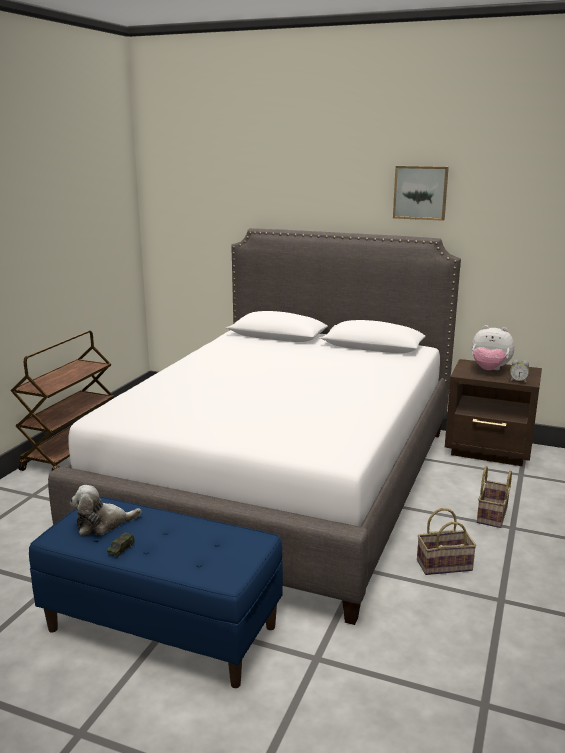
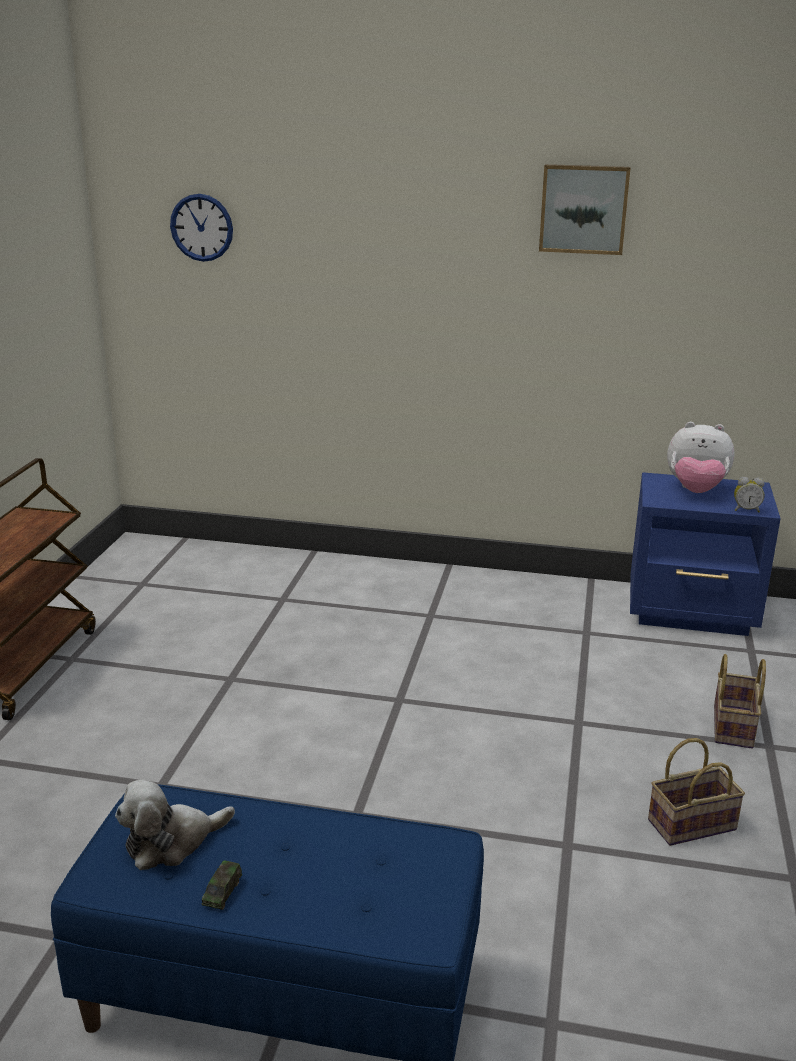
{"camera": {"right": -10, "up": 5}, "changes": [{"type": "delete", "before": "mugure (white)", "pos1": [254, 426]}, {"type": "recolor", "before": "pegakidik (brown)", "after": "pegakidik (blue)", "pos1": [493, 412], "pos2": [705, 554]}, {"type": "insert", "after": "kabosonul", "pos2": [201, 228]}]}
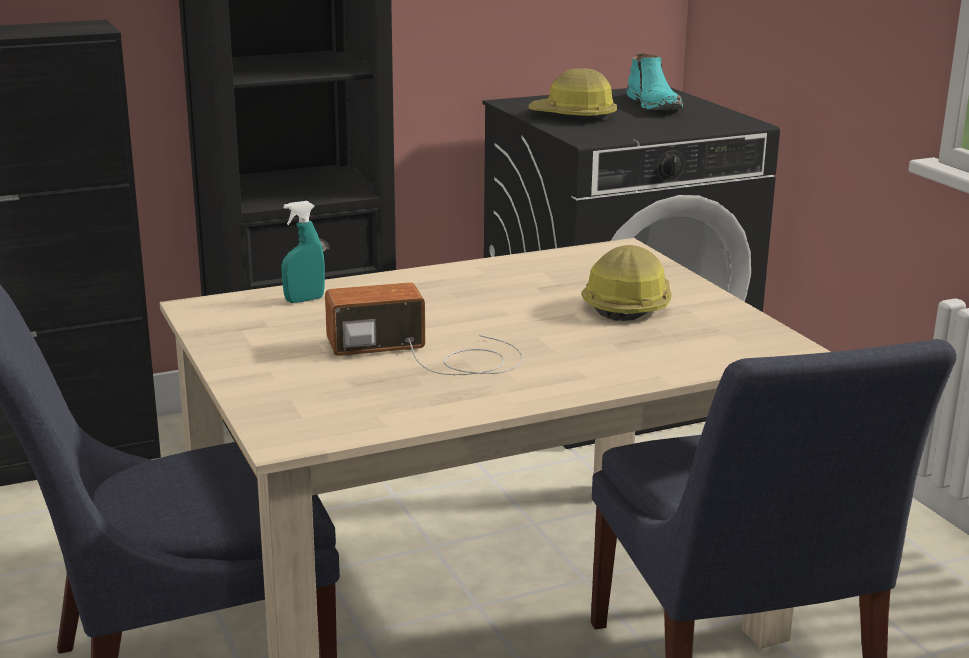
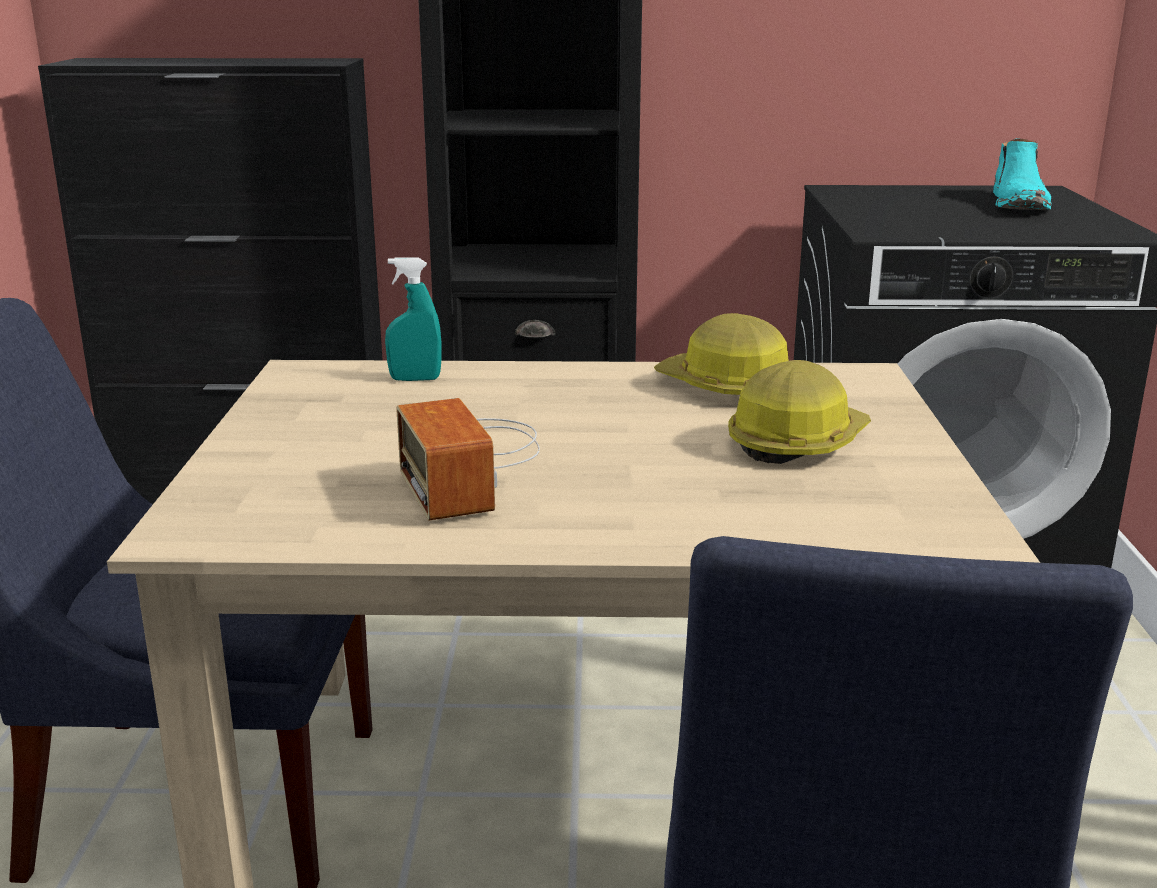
{"camera": {"right": 25, "up": 0}, "changes": [{"type": "rotate", "before": "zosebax", "pos1": [424, 328], "pos2": [468, 459], "turn": -120}, {"type": "move", "before": "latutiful", "pos1": [573, 94], "pos2": [721, 354]}]}
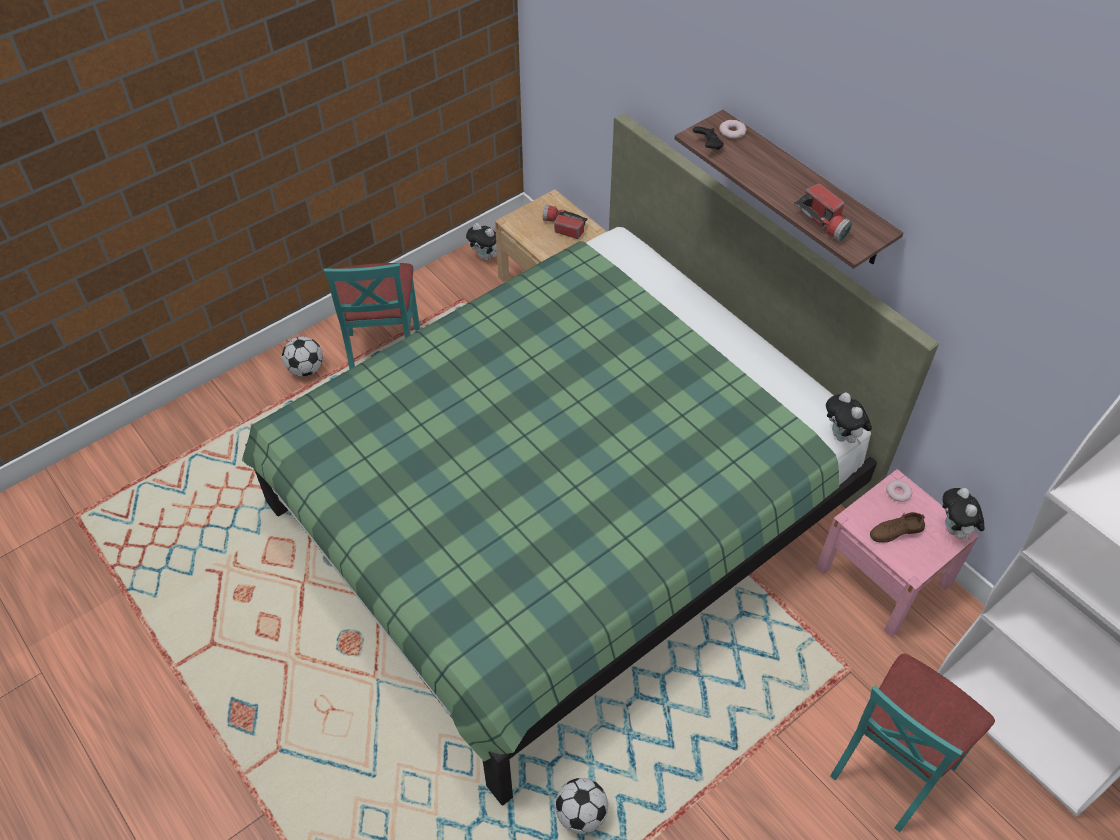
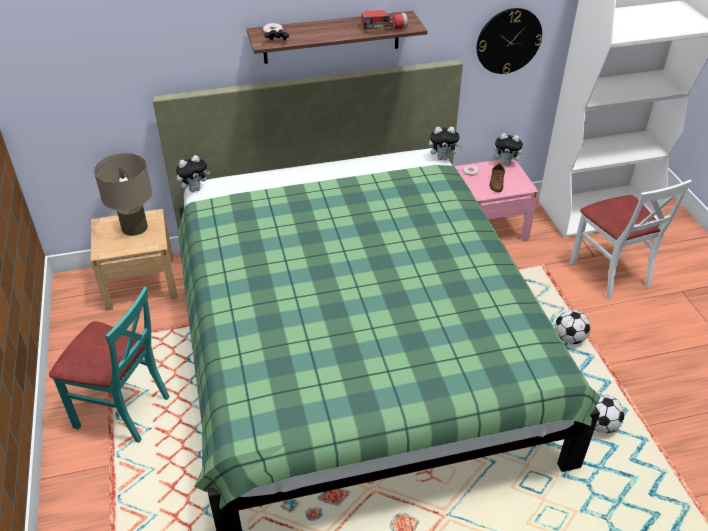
{"camera": {"right": -65, "up": -10}, "changes": [{"type": "move", "before": "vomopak", "pos1": [302, 356], "pos2": [573, 327]}, {"type": "move", "before": "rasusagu", "pos1": [481, 242], "pos2": [193, 173]}, {"type": "replace", "before": "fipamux", "after": "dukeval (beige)", "pos1": [565, 222], "pos2": [123, 194]}, {"type": "recolor", "before": "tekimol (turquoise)", "after": "tekimol (white)", "pos1": [912, 743], "pos2": [631, 239]}, {"type": "insert", "after": "kabosonul", "pos2": [509, 41]}]}
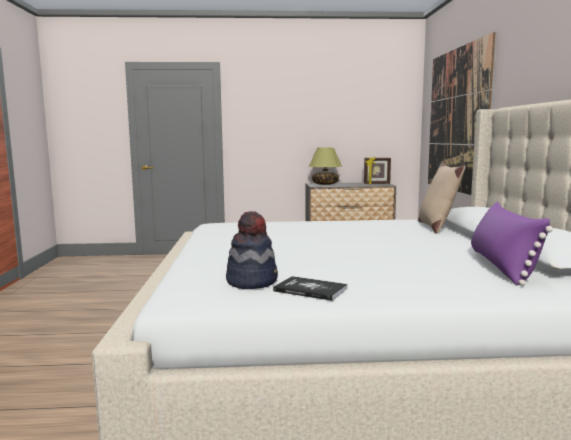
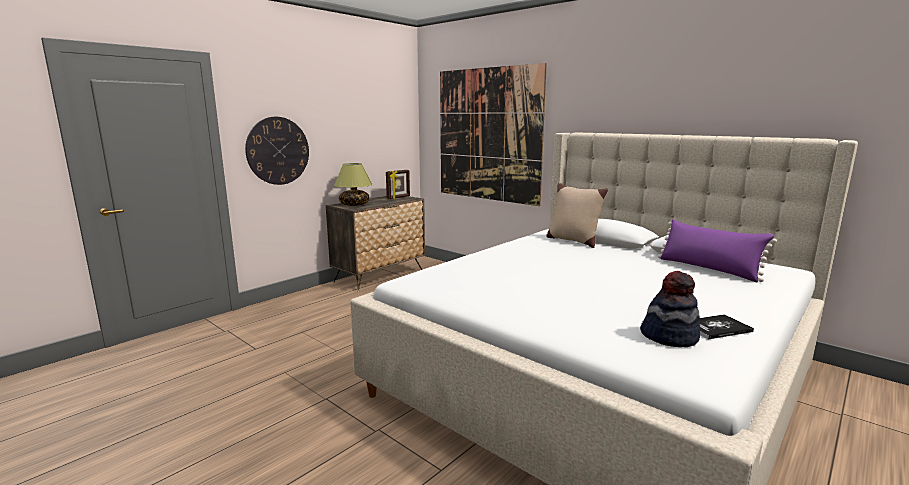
{"camera": {"right": -45, "up": 5}, "changes": [{"type": "insert", "after": "kabosonul", "pos2": [277, 151]}]}
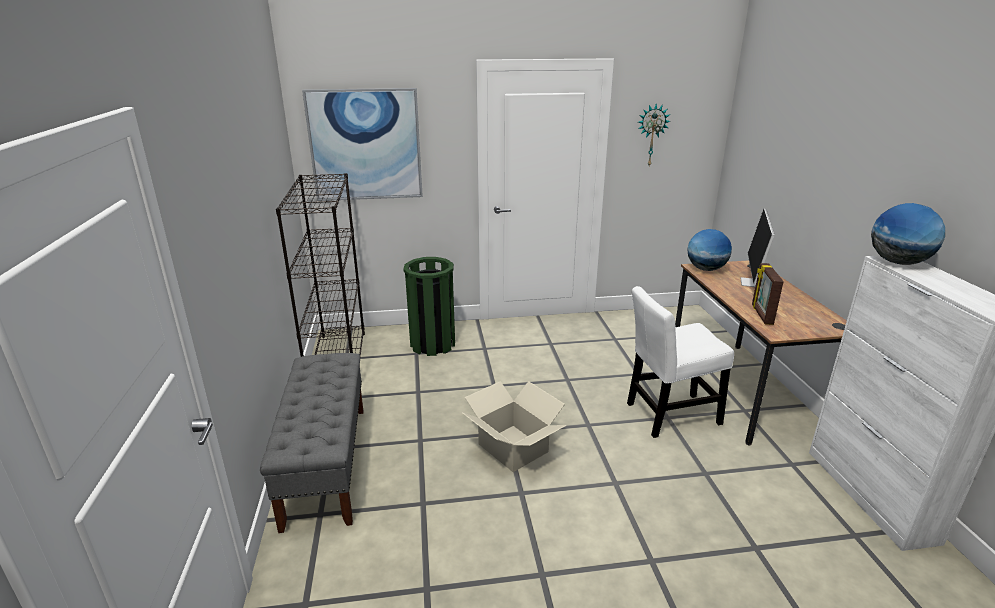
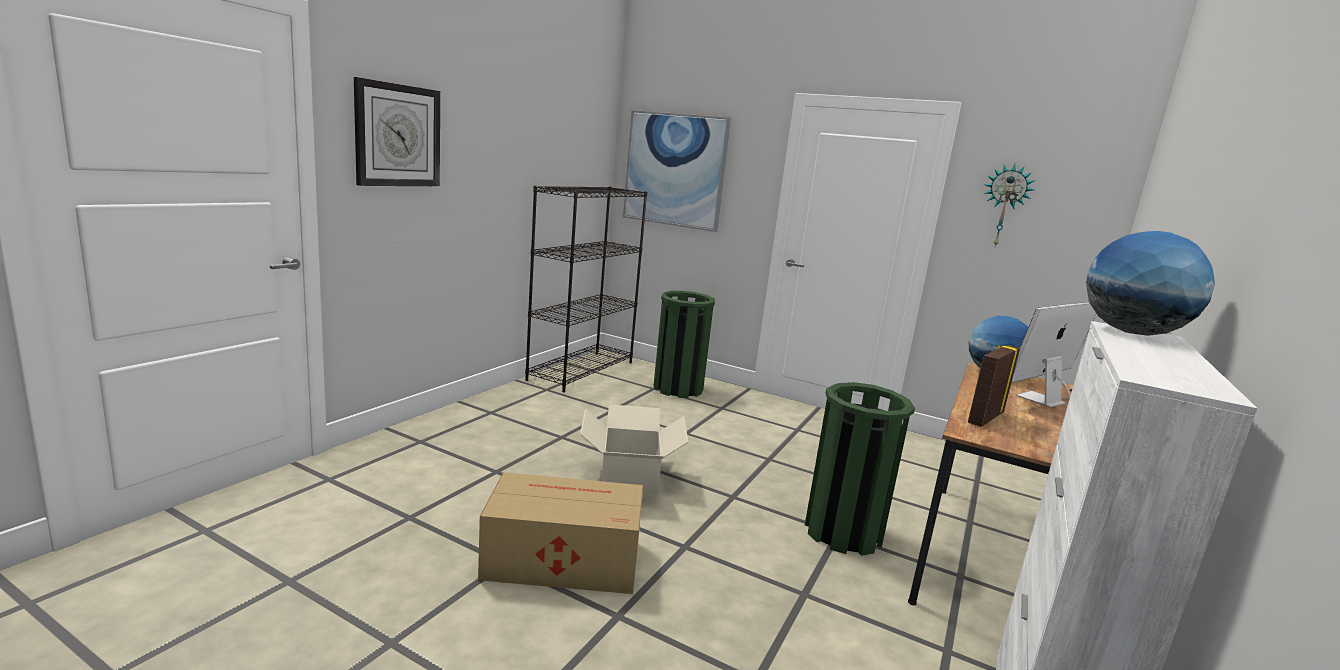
{"camera": {"right": 35, "up": -10}, "changes": [{"type": "delete", "before": "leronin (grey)", "pos1": [312, 443]}, {"type": "replace", "before": "tekimol (white)", "after": "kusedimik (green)", "pos1": [680, 362], "pos2": [860, 469]}, {"type": "insert", "after": "kabosonul", "pos2": [397, 131]}, {"type": "insert", "after": "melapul", "pos2": [560, 533]}]}
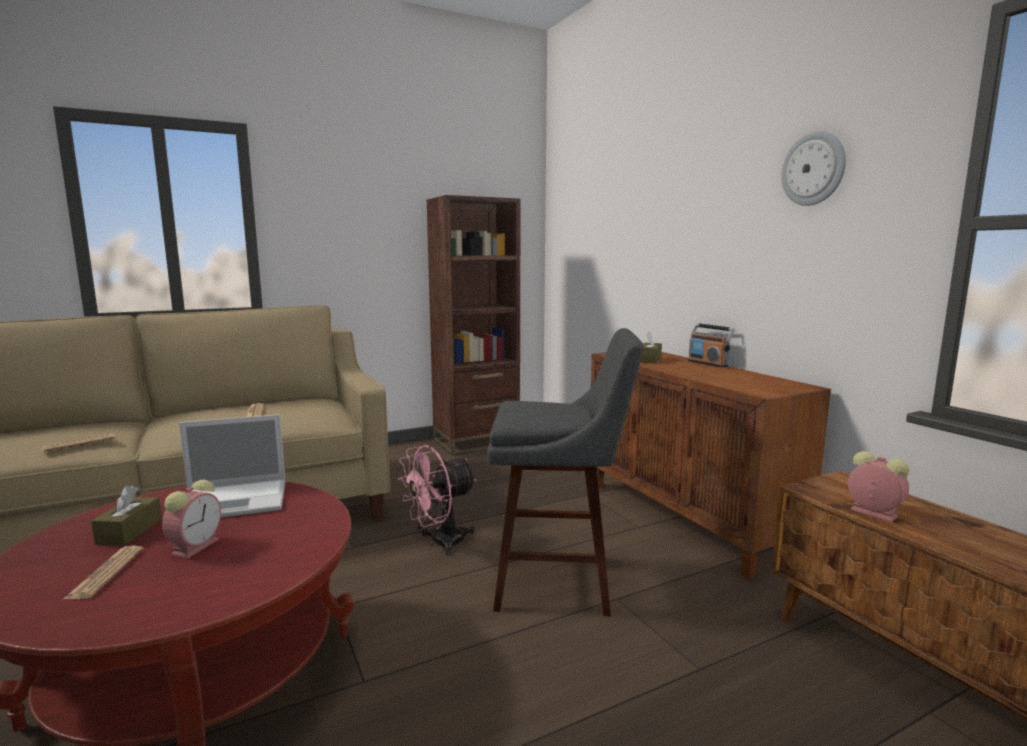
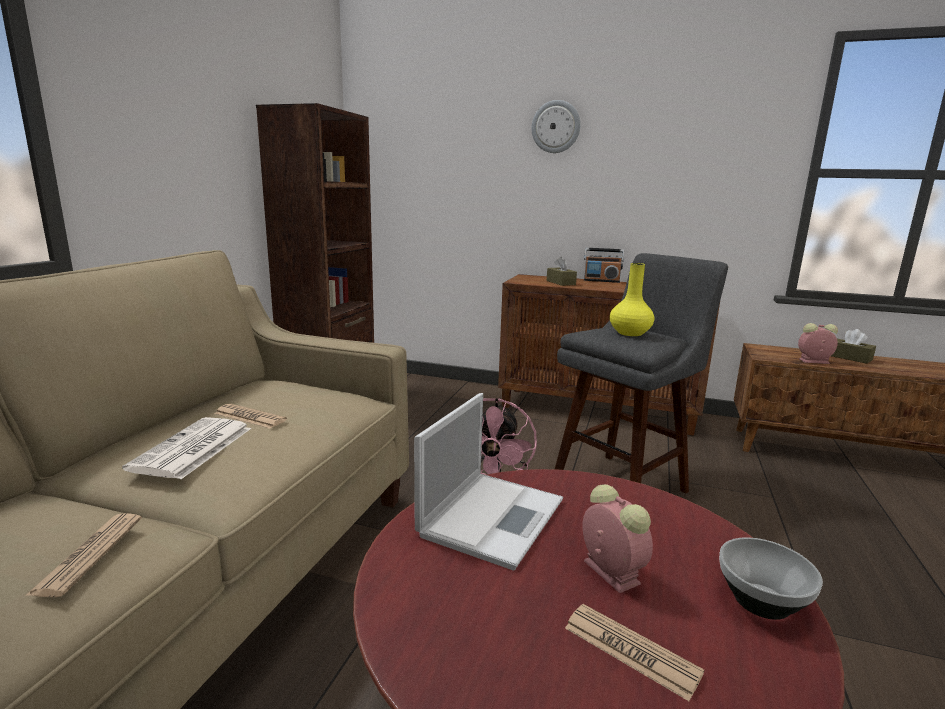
{"camera": {"right": -45, "up": 5}, "changes": [{"type": "move", "before": "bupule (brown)", "pos1": [126, 515], "pos2": [853, 346]}, {"type": "move", "before": "kabosonul", "pos1": [813, 168], "pos2": [556, 126]}, {"type": "insert", "after": "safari", "pos2": [186, 448]}, {"type": "insert", "after": "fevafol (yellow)", "pos2": [632, 299]}, {"type": "insert", "after": "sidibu", "pos2": [771, 578]}]}
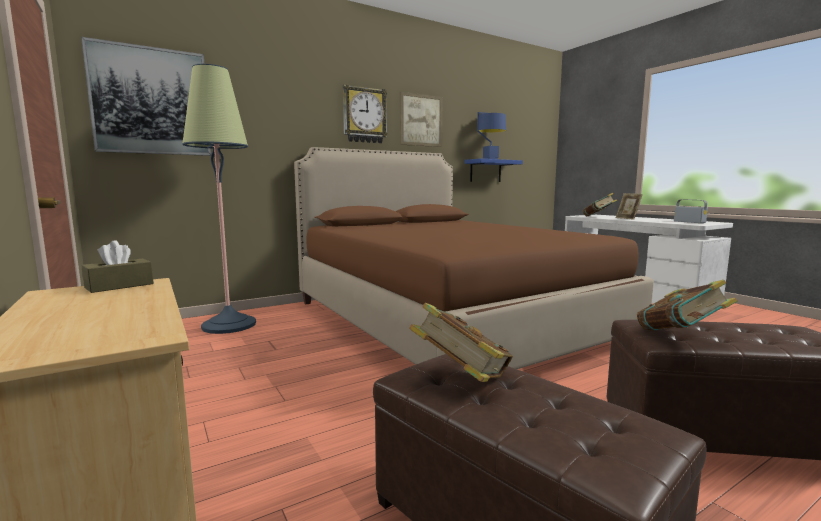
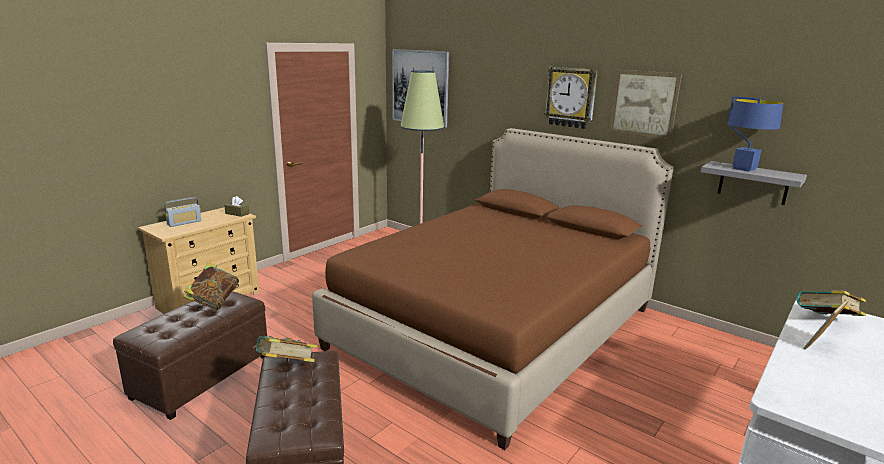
{"camera": {"right": 70, "up": 10}, "changes": [{"type": "recolor", "before": "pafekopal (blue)", "after": "pafekopal (grey)", "pos1": [493, 170], "pos2": [754, 183]}, {"type": "move", "before": "zosebax", "pos1": [691, 211], "pos2": [182, 212]}]}
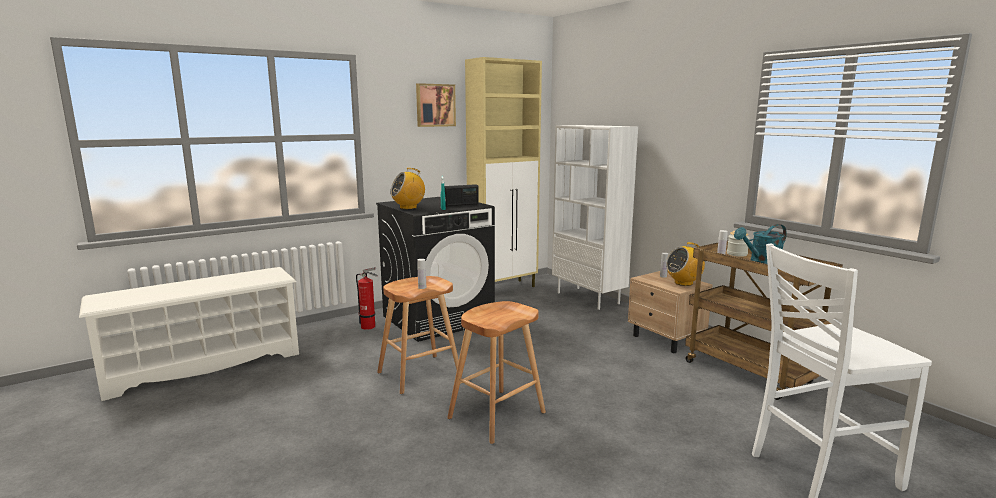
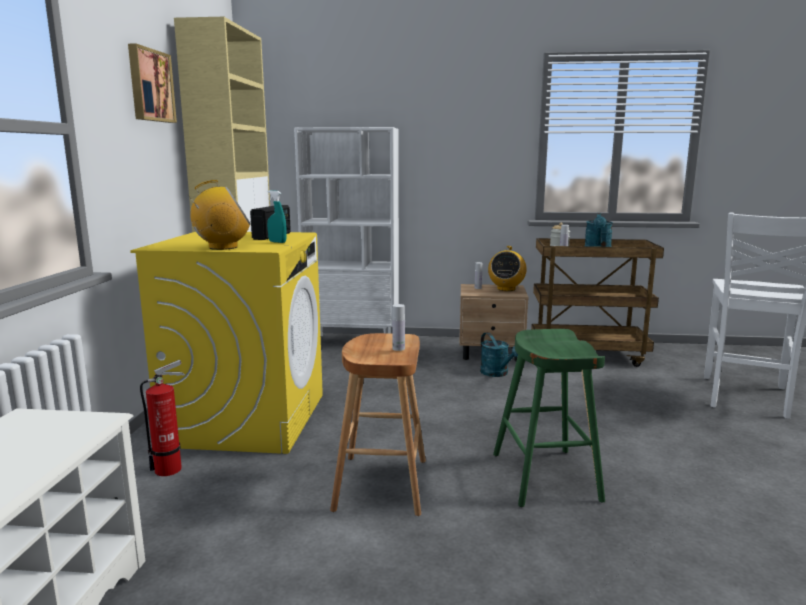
{"camera": {"right": -50, "up": 0}, "changes": [{"type": "recolor", "before": "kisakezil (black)", "after": "kisakezil (yellow)", "pos1": [435, 269], "pos2": [226, 343]}, {"type": "rotate", "before": "zosebax", "pos1": [407, 188], "pos2": [219, 215], "turn": -120}, {"type": "recolor", "before": "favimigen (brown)", "after": "favimigen (green)", "pos1": [496, 372], "pos2": [549, 418]}, {"type": "insert", "after": "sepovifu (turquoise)", "pos2": [499, 354]}]}
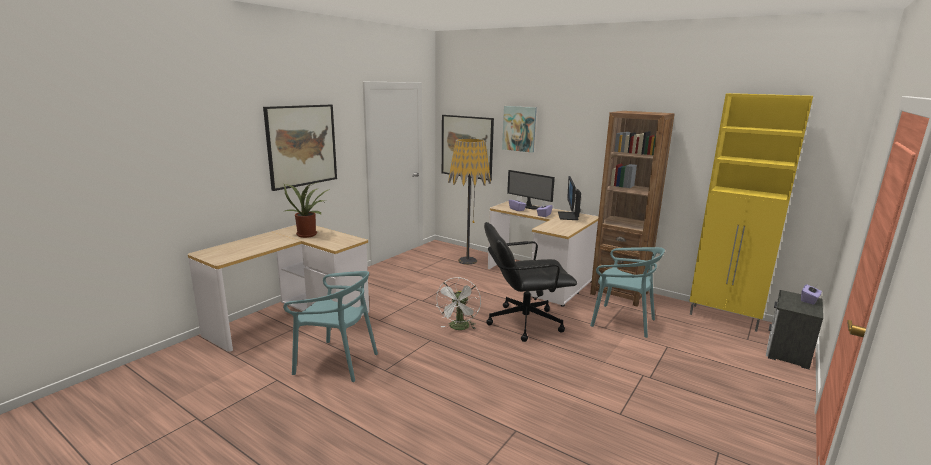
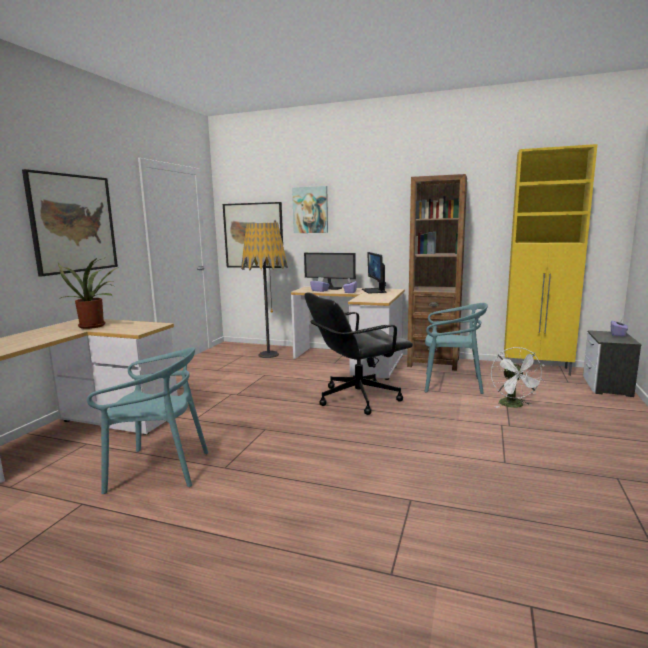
{"camera": {"right": -15, "up": -5}, "changes": [{"type": "move", "before": "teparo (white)", "pos1": [458, 303], "pos2": [518, 377]}]}
